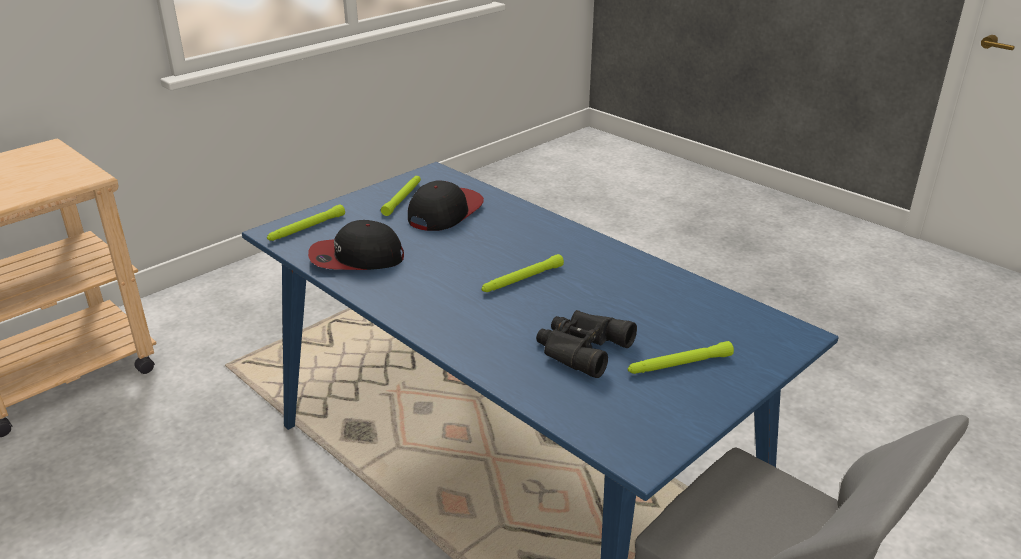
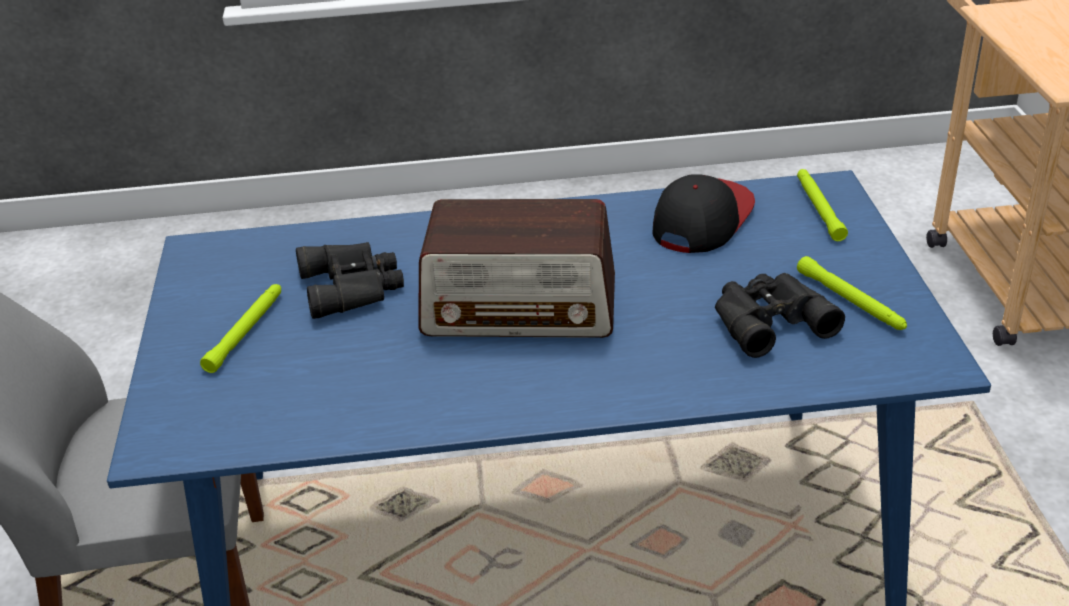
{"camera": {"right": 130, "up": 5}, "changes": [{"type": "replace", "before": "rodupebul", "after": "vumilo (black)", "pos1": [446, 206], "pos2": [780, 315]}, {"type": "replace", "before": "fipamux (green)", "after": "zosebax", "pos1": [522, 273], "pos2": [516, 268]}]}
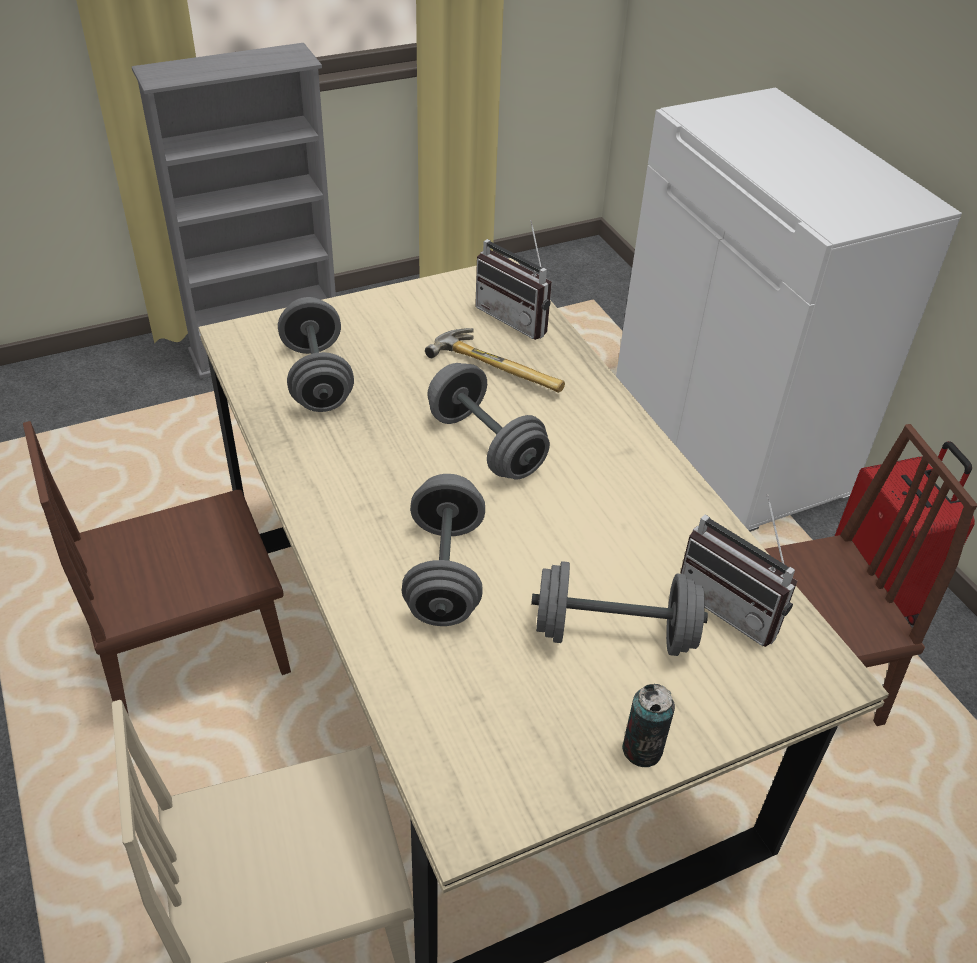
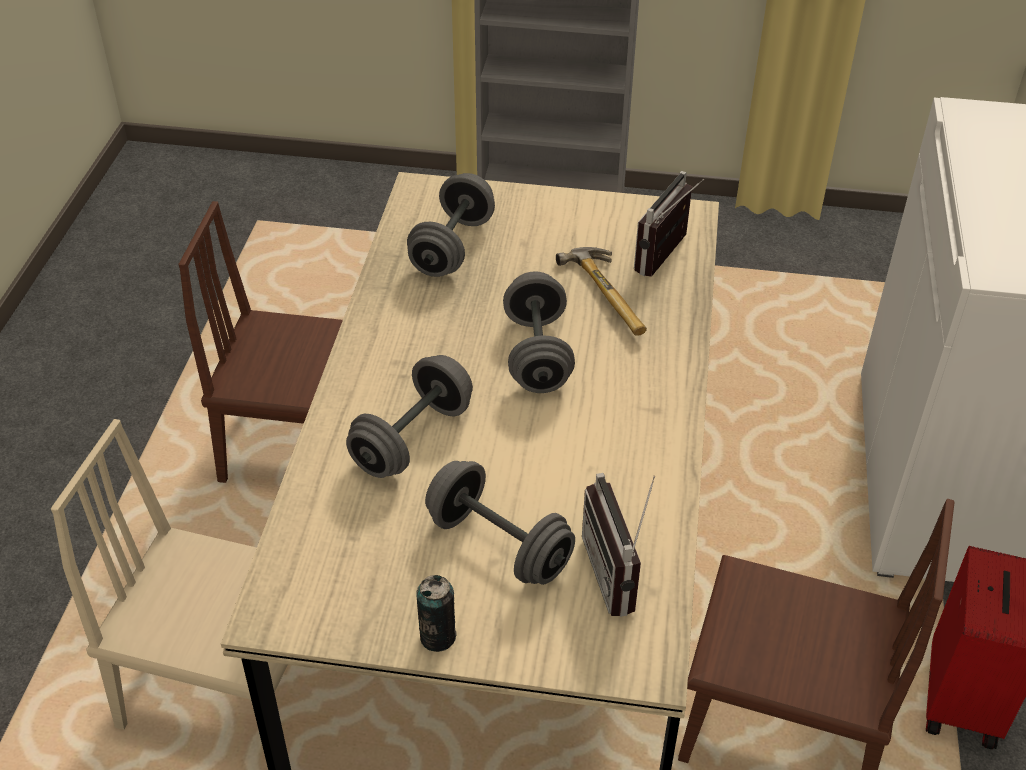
{"camera": {"right": 35, "up": 0}, "changes": [{"type": "rotate", "before": "zosebax", "pos1": [513, 280], "pos2": [669, 224], "turn": 45}]}
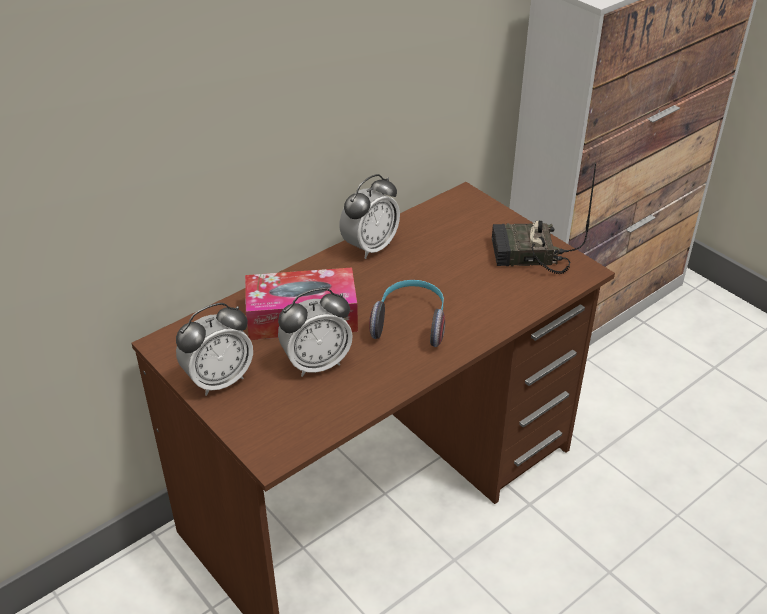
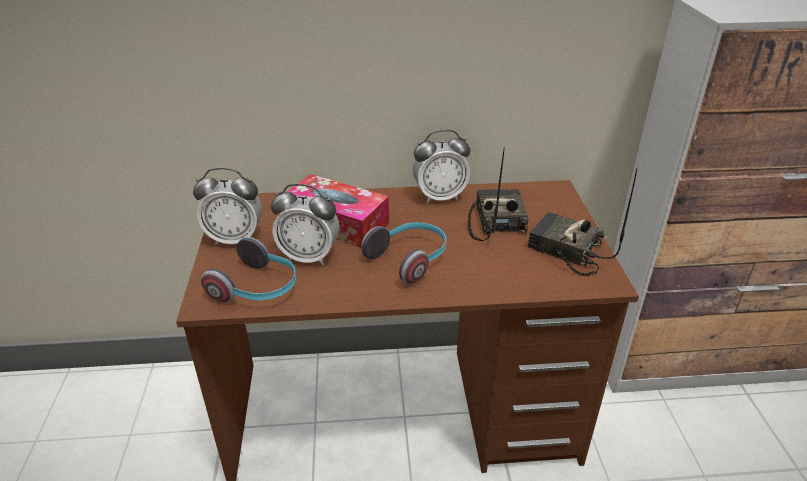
{"camera": {"right": 35, "up": -5}, "changes": [{"type": "insert", "after": "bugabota", "pos2": [248, 270]}, {"type": "insert", "after": "zosebax", "pos2": [498, 194]}]}
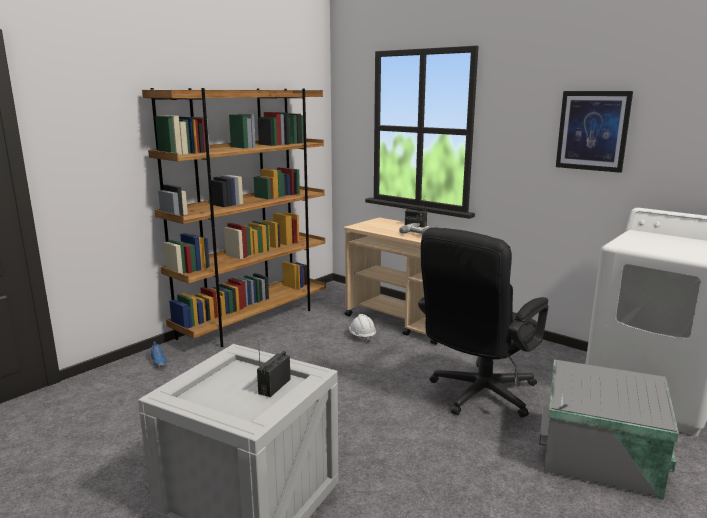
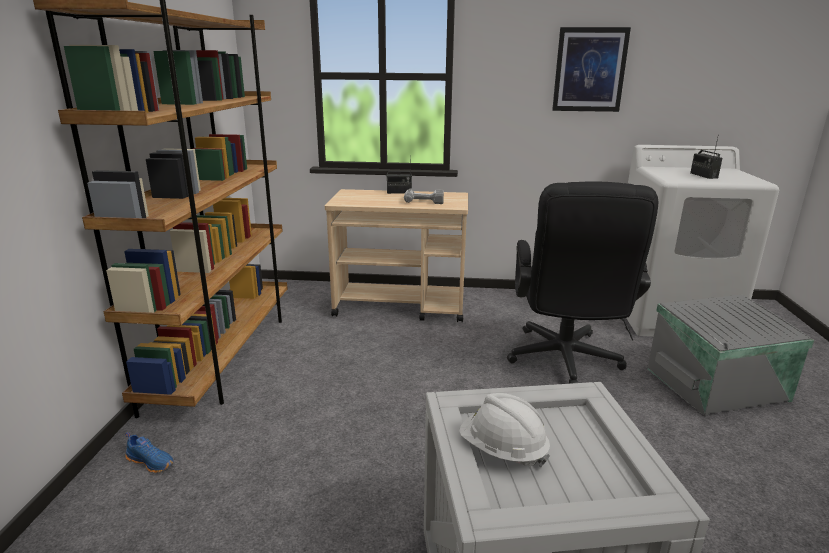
{"camera": {"right": -35, "up": 5}, "changes": [{"type": "move", "before": "zosebax", "pos1": [274, 368], "pos2": [706, 156]}, {"type": "move", "before": "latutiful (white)", "pos1": [362, 328], "pos2": [504, 430]}]}
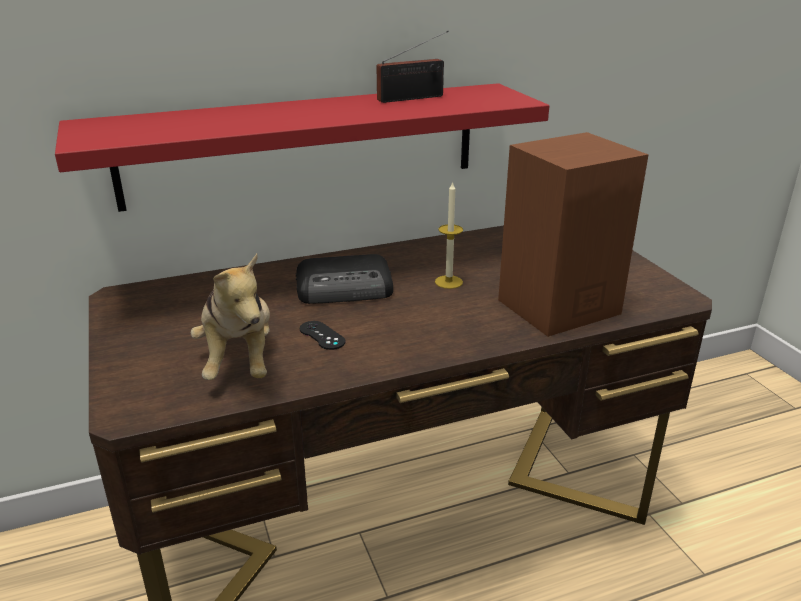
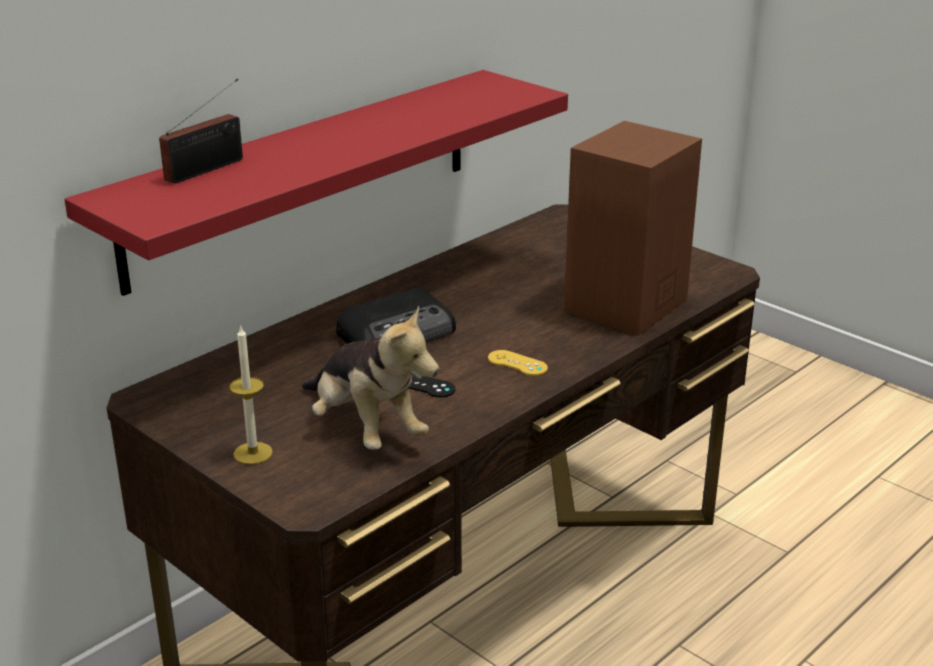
{"camera": {"right": -25, "up": 0}, "changes": [{"type": "move", "before": "zosebax", "pos1": [413, 67], "pos2": [201, 131]}, {"type": "move", "before": "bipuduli", "pos1": [449, 235], "pos2": [251, 395]}, {"type": "insert", "after": "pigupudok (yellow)", "pos2": [518, 363]}]}
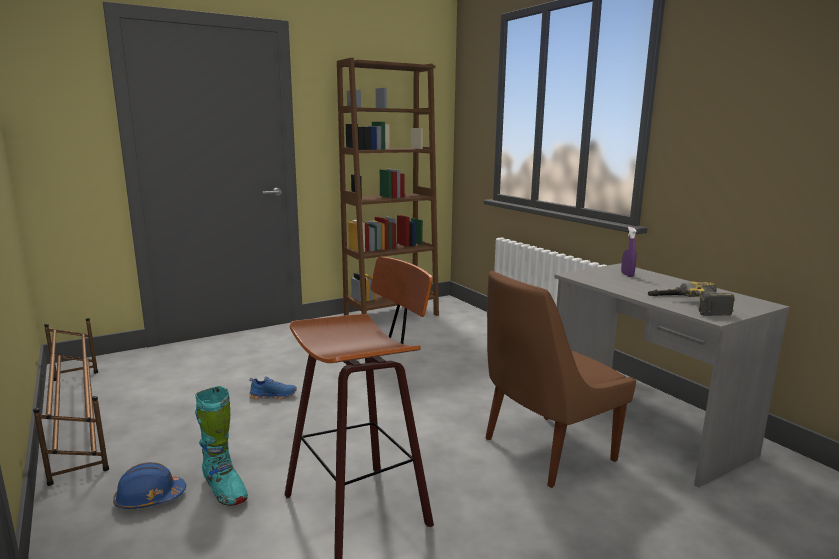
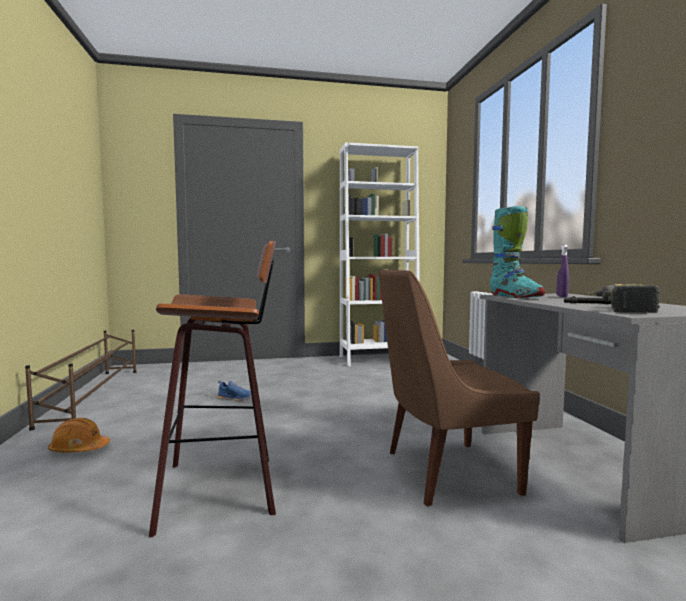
{"camera": {"right": 20, "up": -10}, "changes": [{"type": "recolor", "before": "latutiful (blue)", "after": "latutiful (orange)", "pos1": [149, 485], "pos2": [79, 435]}, {"type": "move", "before": "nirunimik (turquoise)", "pos1": [221, 446], "pos2": [517, 252]}, {"type": "recolor", "before": "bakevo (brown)", "after": "bakevo (white)", "pos1": [388, 187], "pos2": [379, 254]}]}
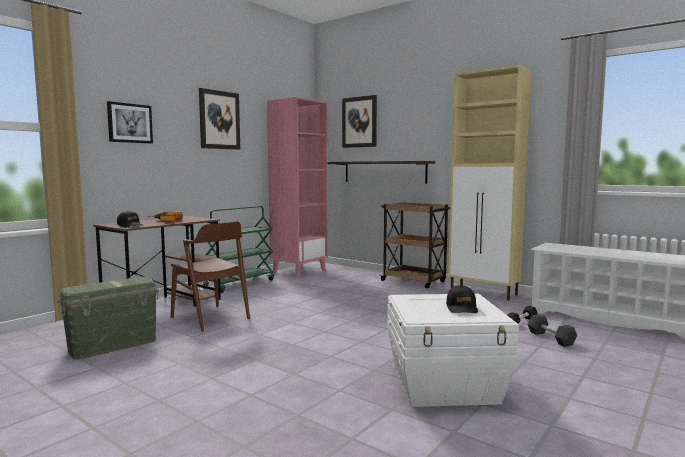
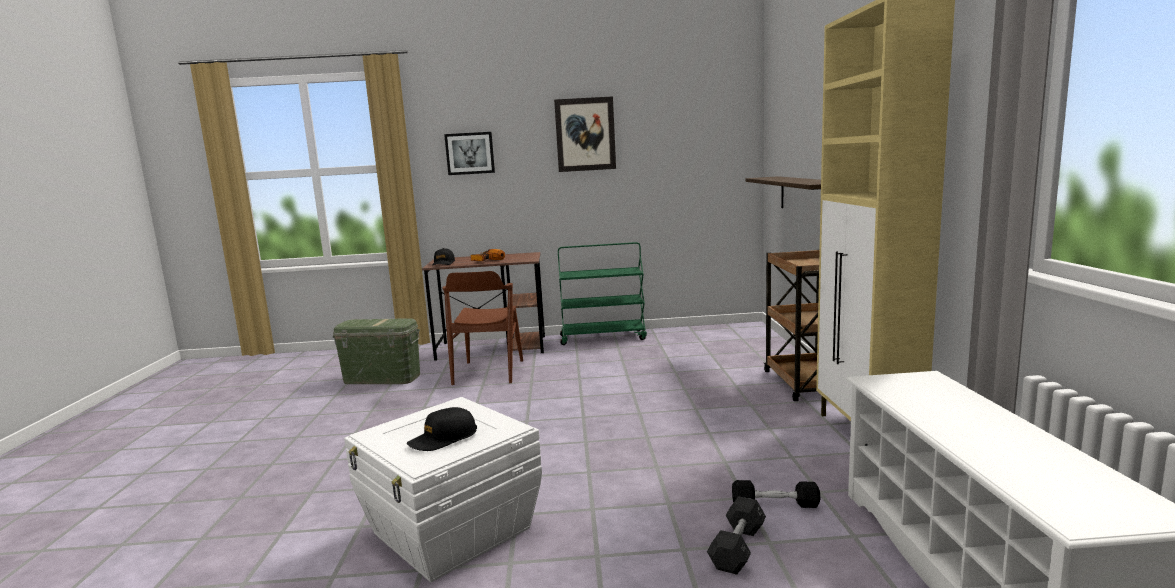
{"camera": {"right": 50, "up": 5}, "changes": [{"type": "delete", "before": "bakevo (pink)", "pos1": [297, 187]}, {"type": "delete", "before": "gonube", "pos1": [359, 121]}]}
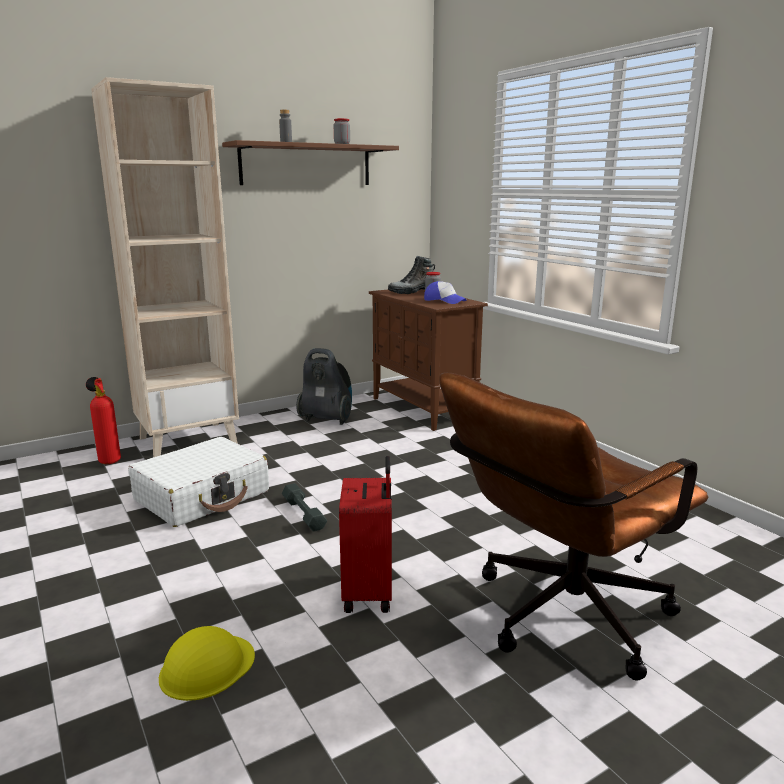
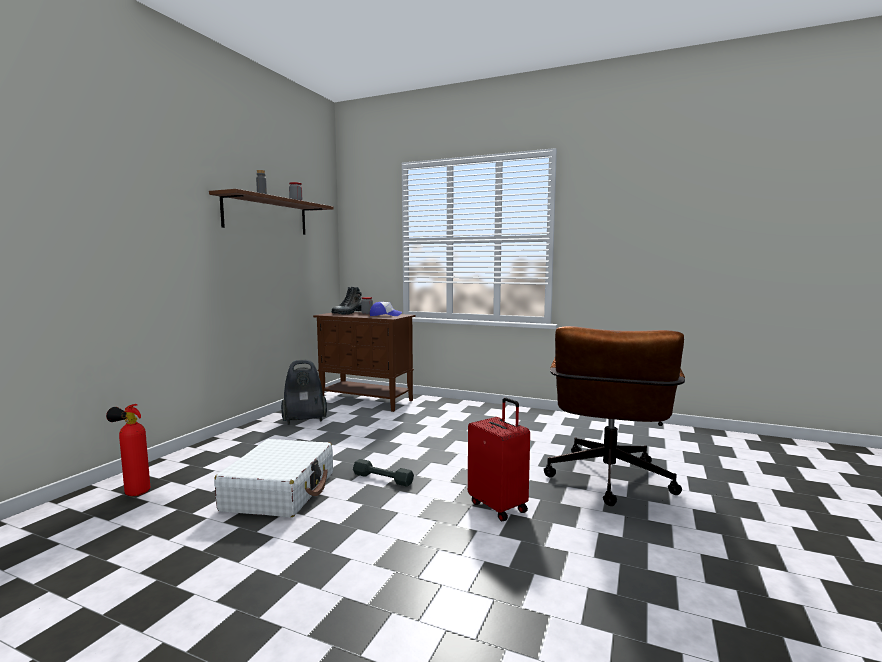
{"camera": {"right": -35, "up": -10}, "changes": [{"type": "delete", "before": "bakevo (beige)", "pos1": [165, 267]}, {"type": "delete", "before": "latutiful (yellow)", "pos1": [207, 663]}]}
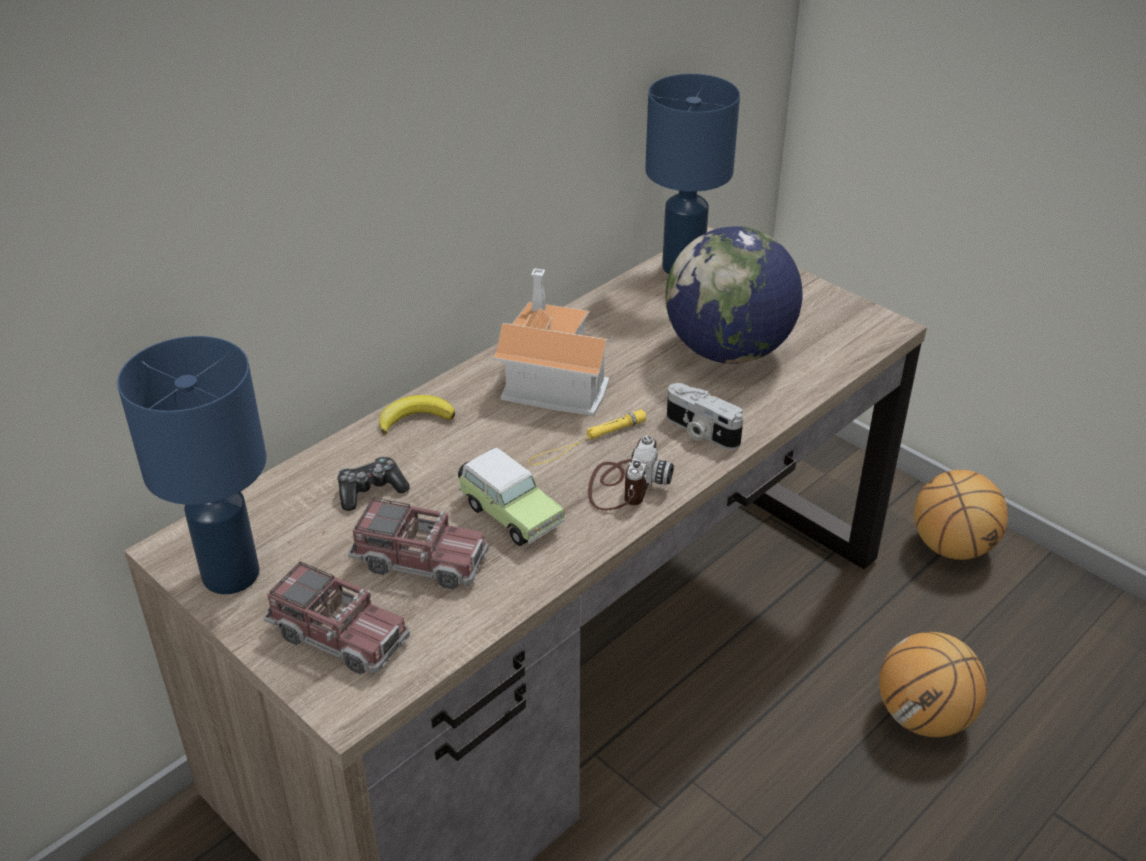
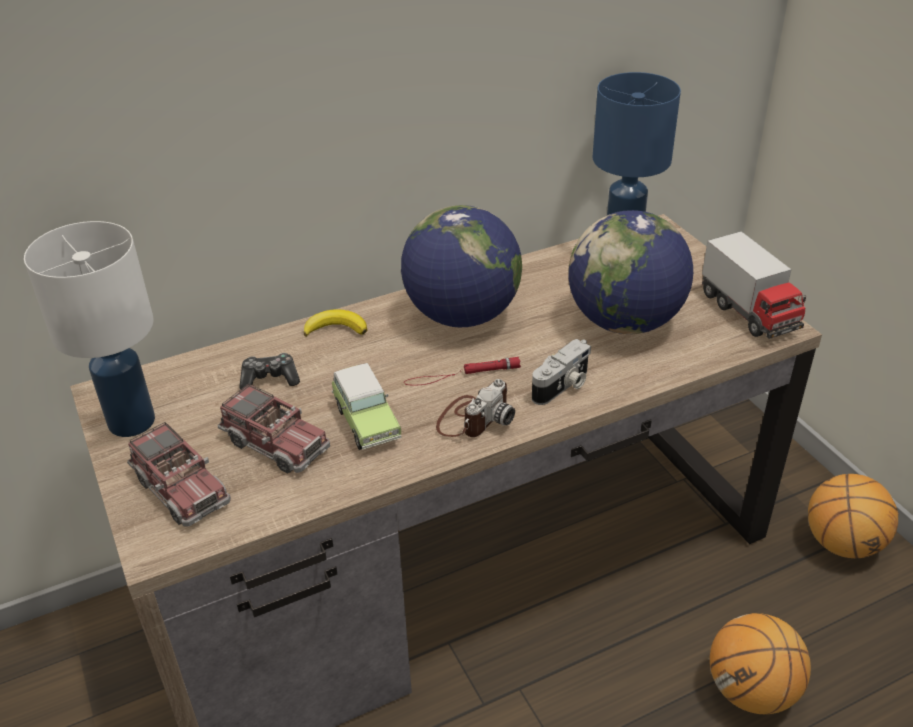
{"camera": {"right": 20, "up": 0}, "changes": [{"type": "recolor", "before": "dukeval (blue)", "after": "dukeval (white)", "pos1": [192, 465], "pos2": [89, 329]}, {"type": "replace", "before": "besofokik", "after": "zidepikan", "pos1": [553, 342], "pos2": [461, 266]}, {"type": "recolor", "before": "fipamux (yellow)", "after": "fipamux (red)", "pos1": [587, 437], "pos2": [462, 371]}, {"type": "rotate", "before": "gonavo", "pos1": [705, 416], "pos2": [561, 372], "turn": -105}, {"type": "insert", "after": "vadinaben", "pos2": [754, 285]}]}
